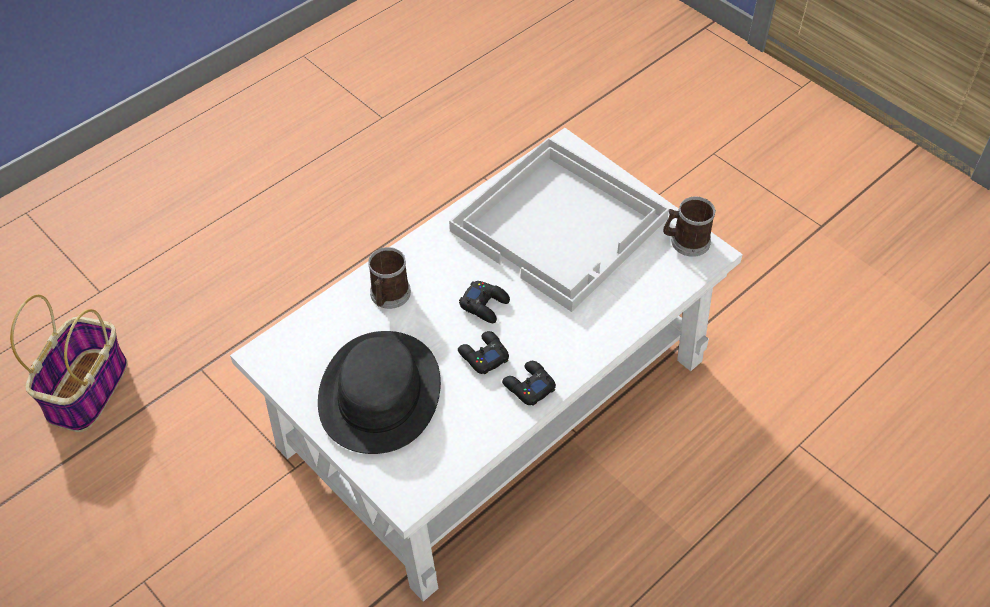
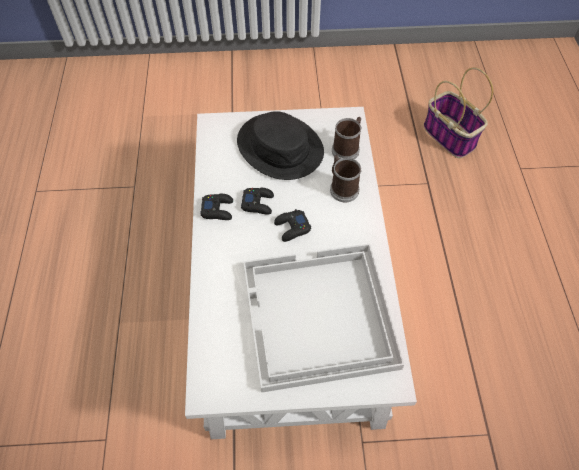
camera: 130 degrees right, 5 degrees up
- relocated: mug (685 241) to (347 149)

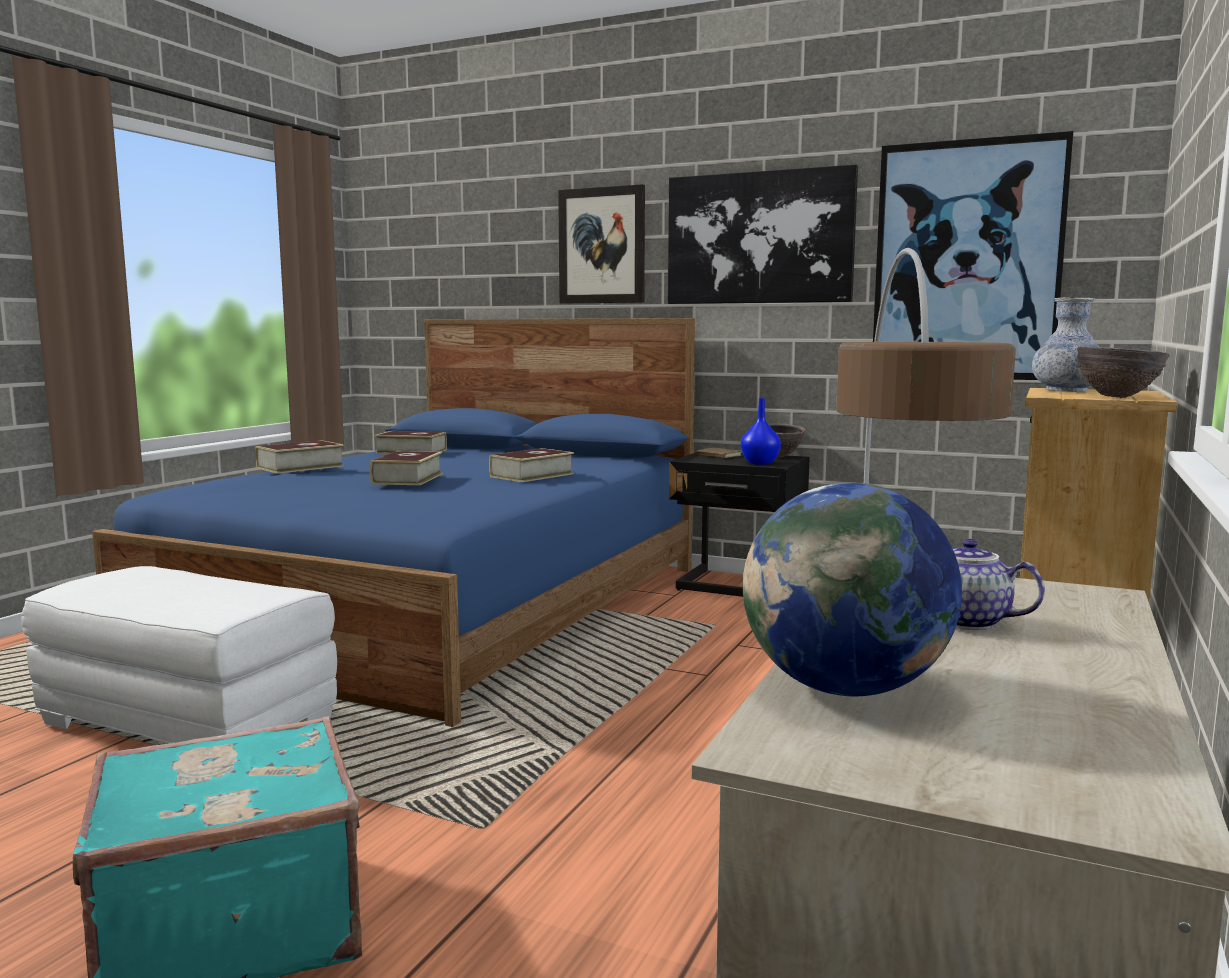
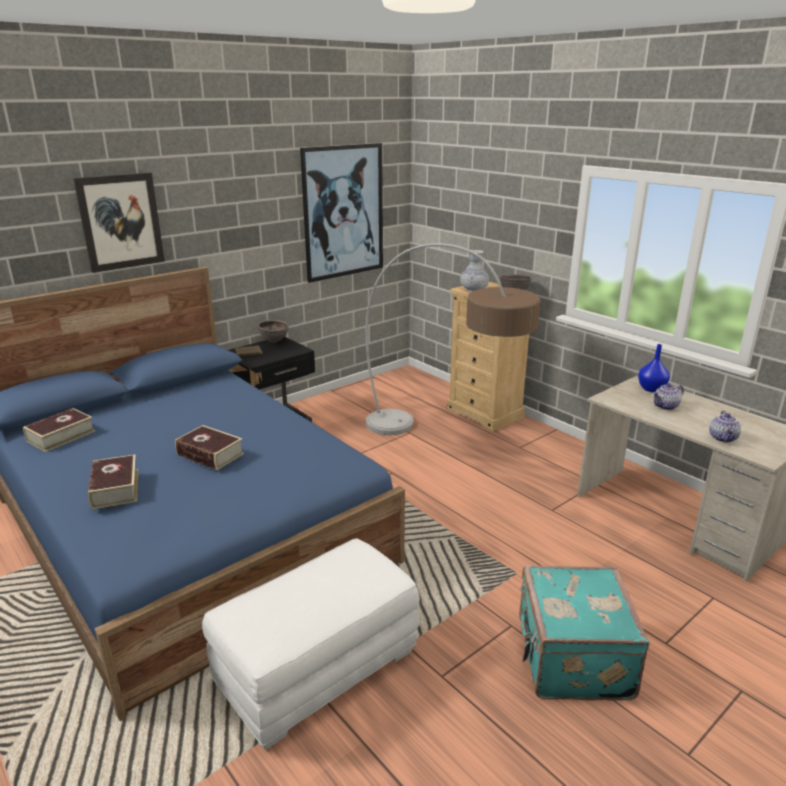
camera: 65 degrees left, 15 degrees up
- missing: book (532 475)
- missing: picture (759 238)
- relocated: vase (blue) (759 463) to (651 389)
- exchanged: globe (845 688) to teapot (723 438)

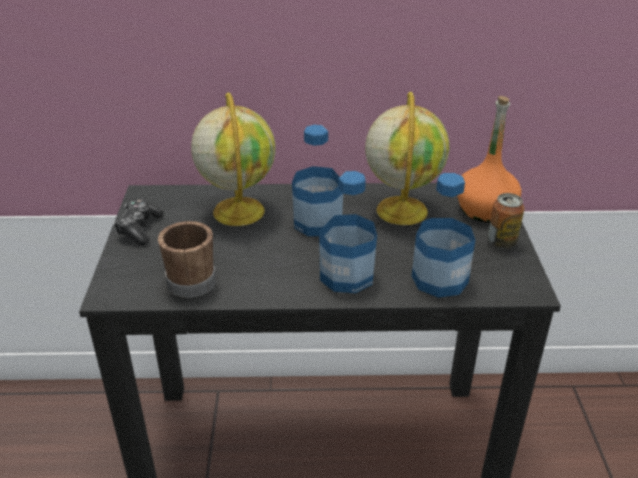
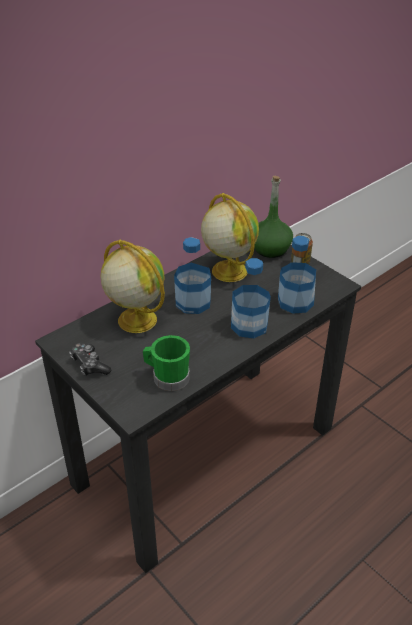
camera: 40 degrees left, 5 degrees up
- colour: mug (brown) (189 279) to mug (green) (167 377)
- colour: bottle (orange) (485 210) to bottle (green) (270 248)

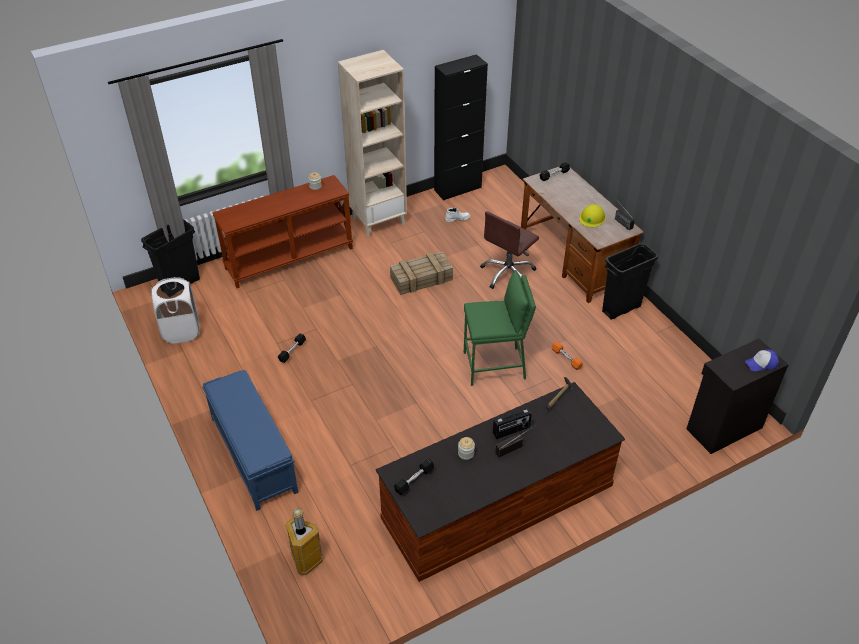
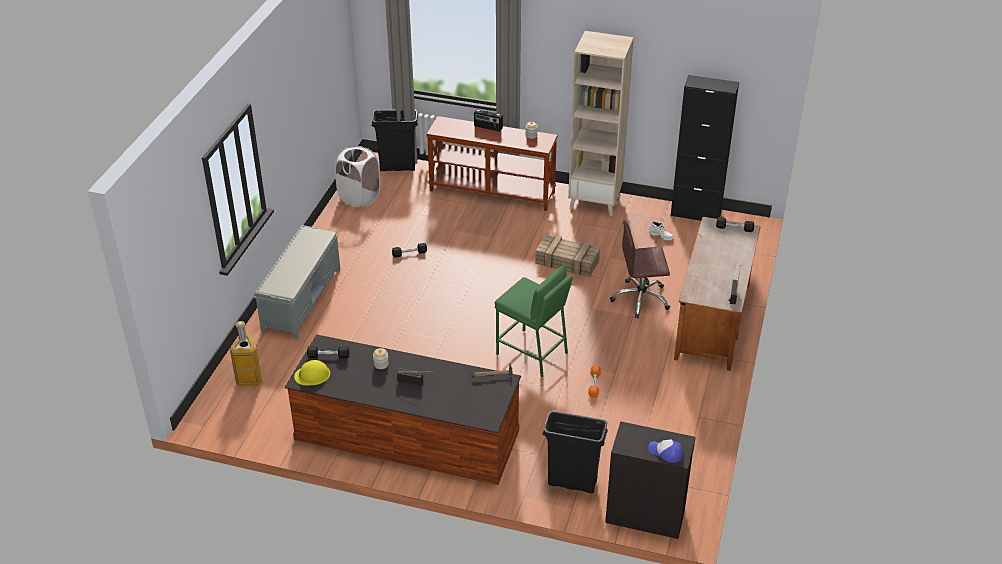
camera: 45 degrees right, 5 degrees down
- relocated: radio (511 431) to (488 127)
- relocated: hard hat (yellow) (592 218) to (312 375)
- relocated: trash can (black) (621 309) to (572 483)
- colour: bench (blue) (253 454) to bench (grey) (302 299)

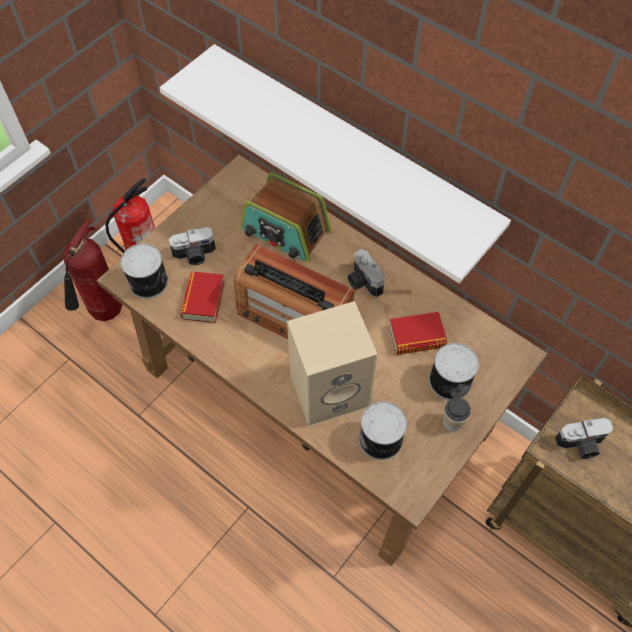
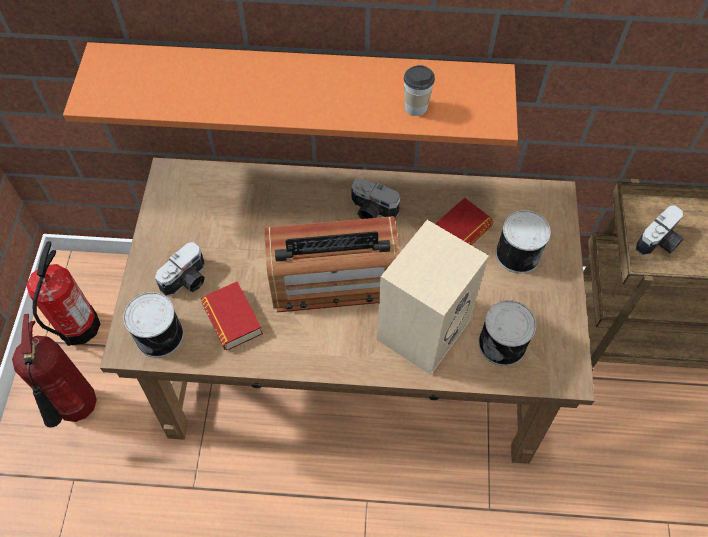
camera: 35 degrees left, 0 degrees up
- missing: radio (285 231)
- relocated: cup (452 422) to (416 107)
- colour: shelf (white) (350 148) to shelf (orange) (301 81)

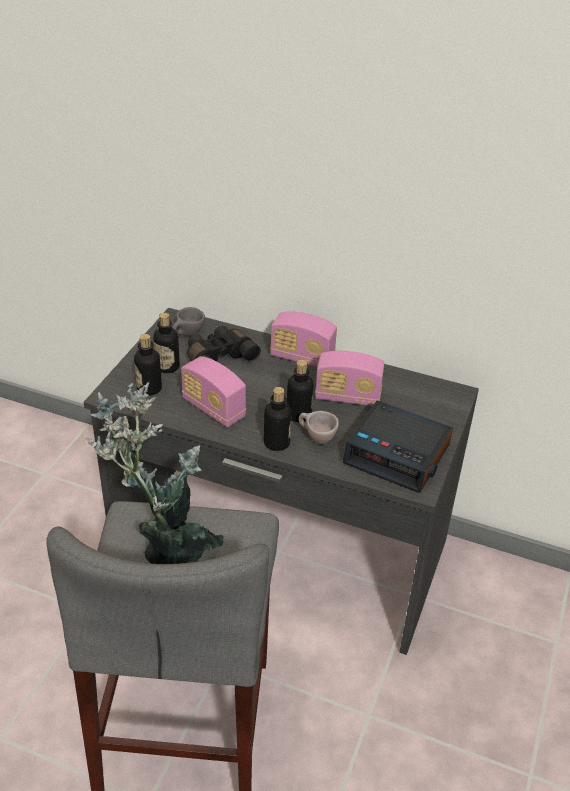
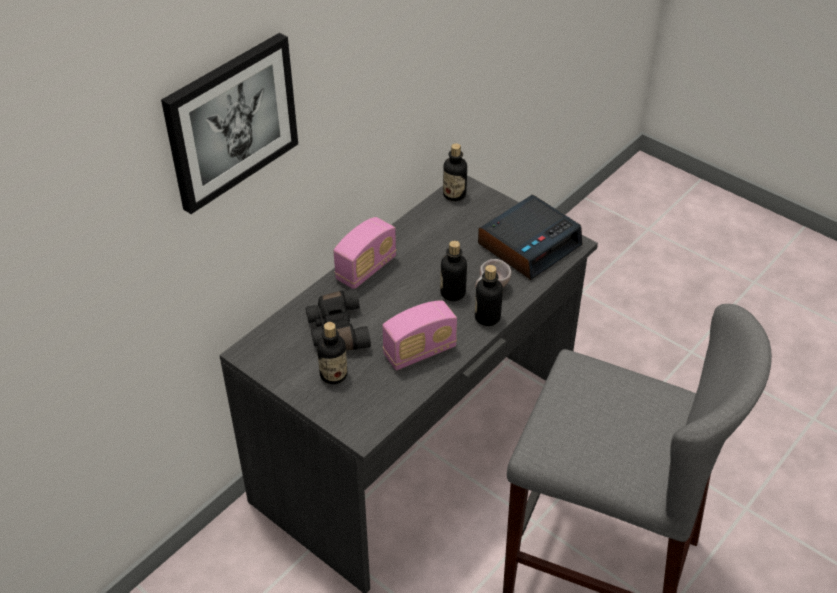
camera: 70 degrees left, 5 degrees up
- missing: potted plant (169 554)
- missing: cup (grey) (188 335)
- missing: radio (347 397)
- appeared: picture (230 121)
- relocated: bottle (149 388) to (454 194)

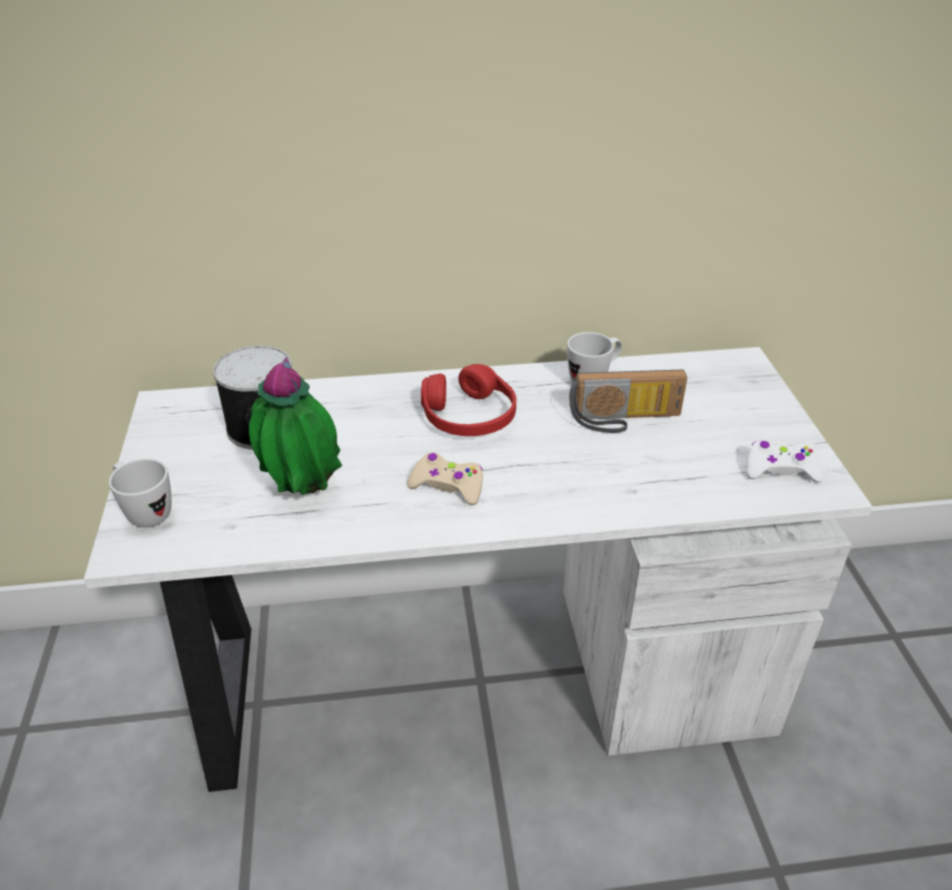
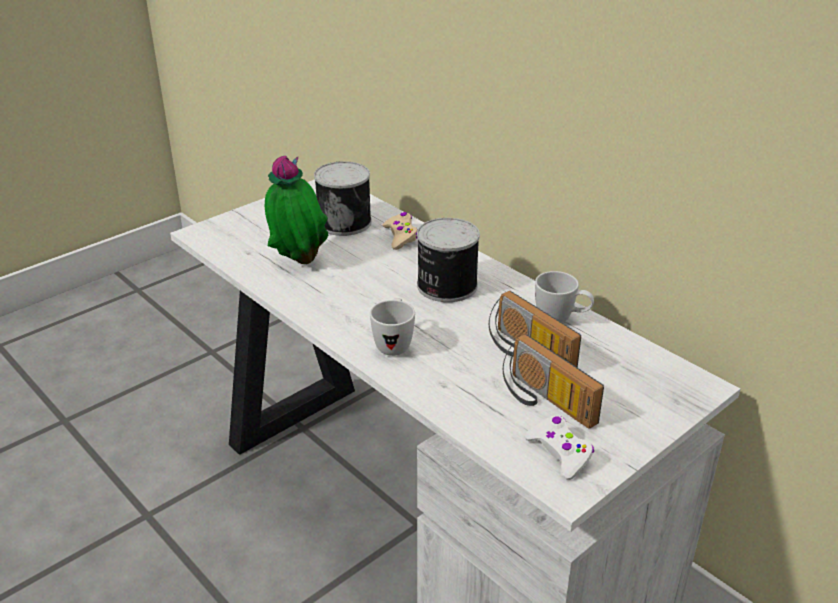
camera: 55 degrees right, 5 degrees down
- appeared: radio (543 401)
- relocated: mug (white) (145 512) to (394 344)
- relocated: game controller (beige) (447 485) to (401 236)
- exchanged: headphones (red) (469 416) to can (445 286)

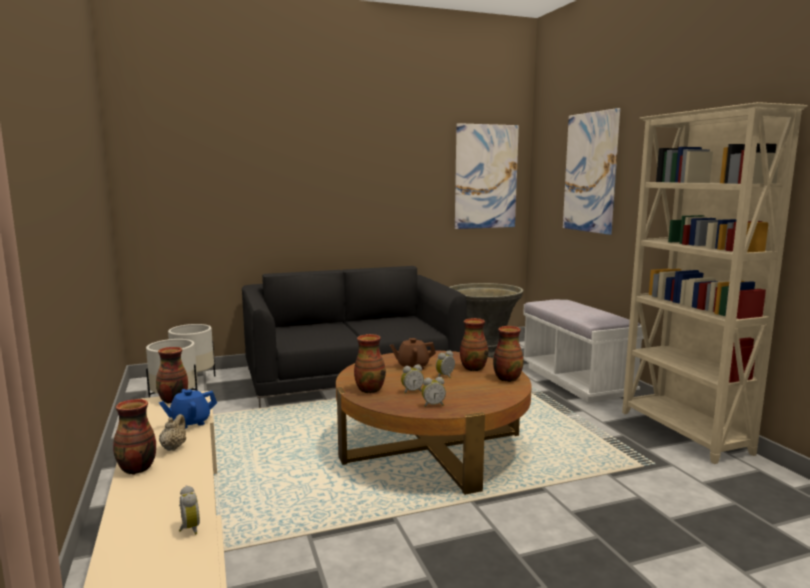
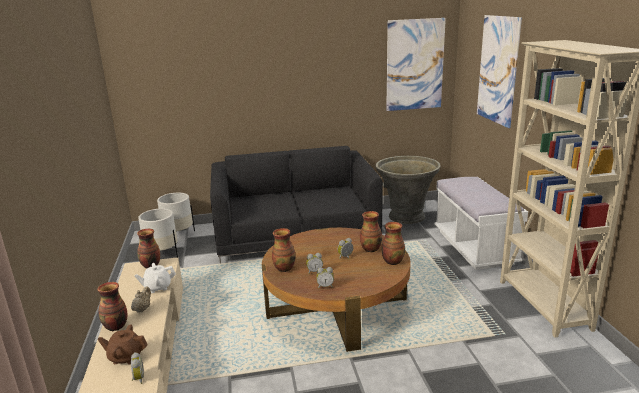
camera: 10 degrees right, 10 degrees up
- relocated: teapot (brown) (412 366) to (126 357)
- colour: teapot (blue) (190 422) to teapot (white) (157 287)

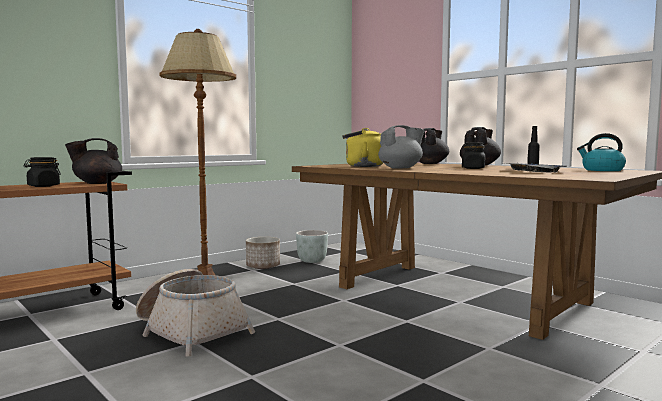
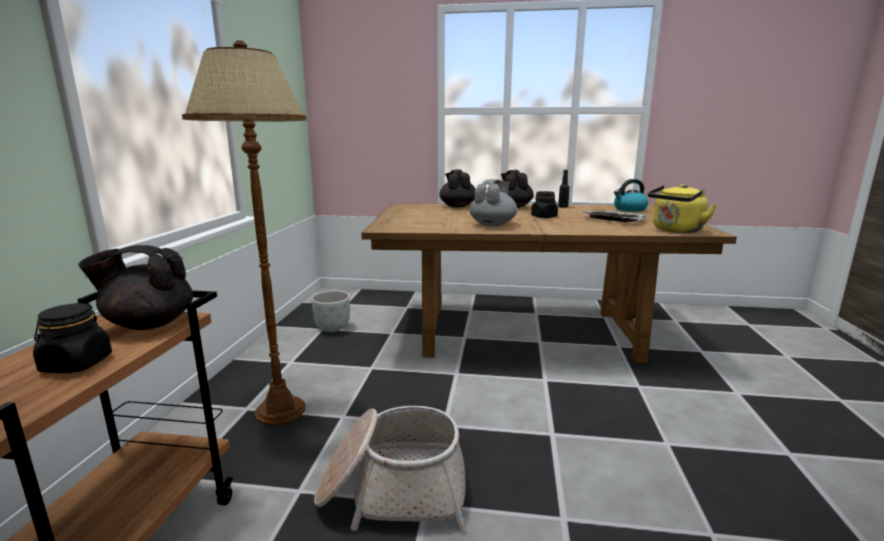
camera: 40 degrees left, 10 degrees up
- missing: planter (263 266)
- relocated: kettle (yellow) (362 166) to (675 230)
- spun: teapot (black) (96 183) = (149 324) 60 degrees clockwise

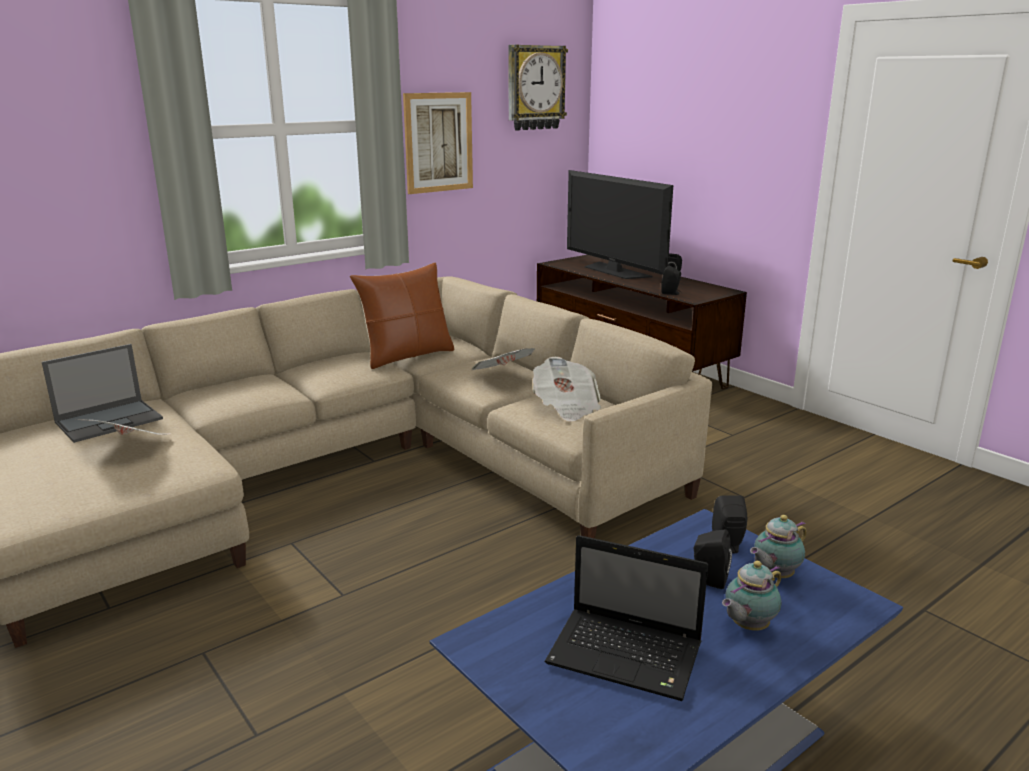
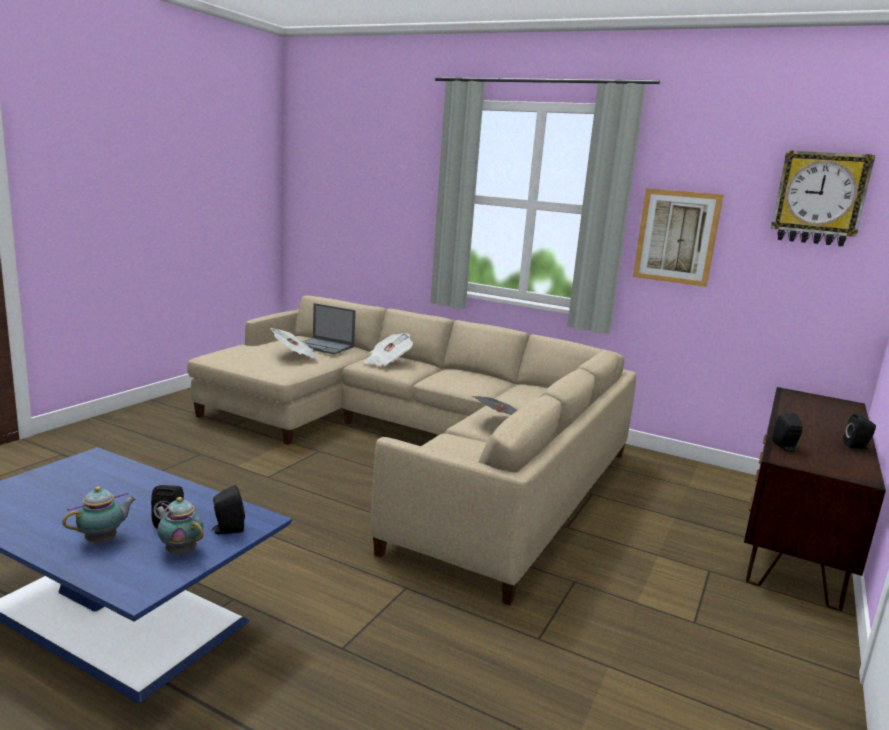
camera: 65 degrees right, 5 degrees down
- missing: pillow (brown) (407 356)
- missing: laptop (628 655)
- missing: television (614 271)
- relocated: newspaper (566 407) to (387 362)
- spun: teapot (747 627) = (104 540) 105 degrees clockwise

